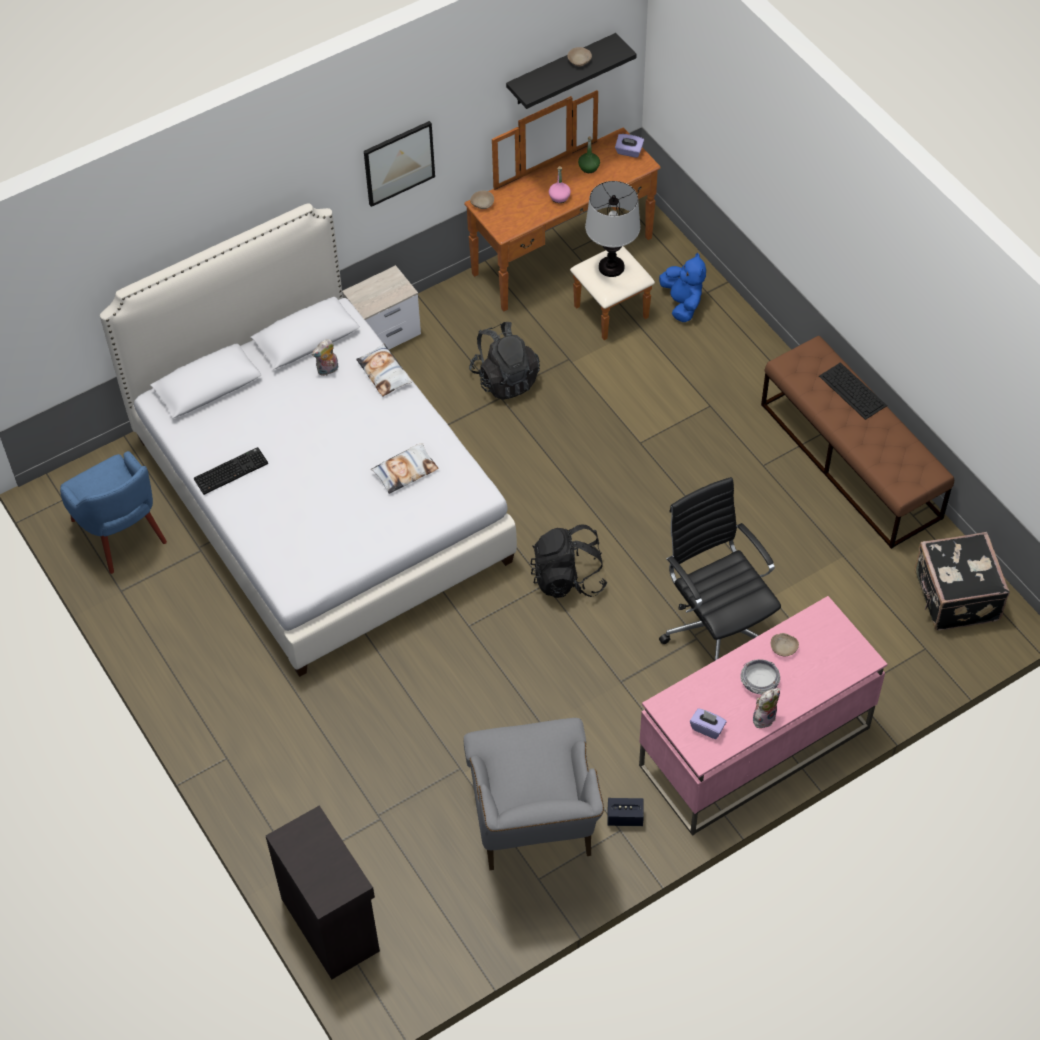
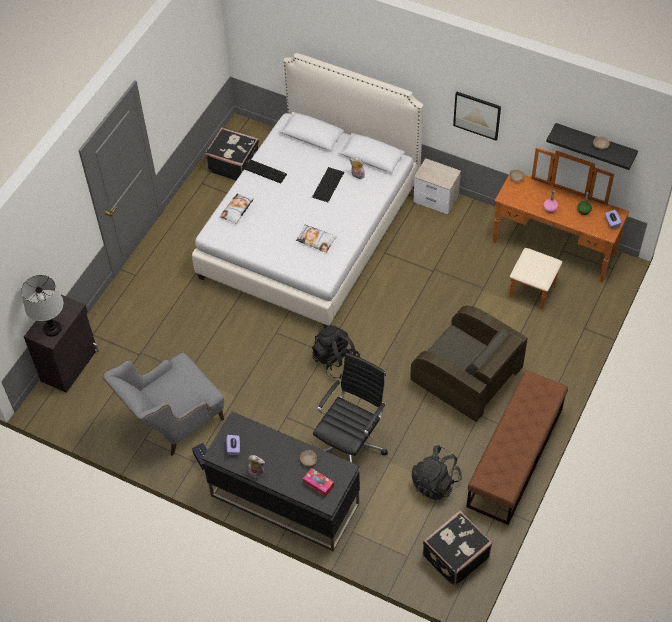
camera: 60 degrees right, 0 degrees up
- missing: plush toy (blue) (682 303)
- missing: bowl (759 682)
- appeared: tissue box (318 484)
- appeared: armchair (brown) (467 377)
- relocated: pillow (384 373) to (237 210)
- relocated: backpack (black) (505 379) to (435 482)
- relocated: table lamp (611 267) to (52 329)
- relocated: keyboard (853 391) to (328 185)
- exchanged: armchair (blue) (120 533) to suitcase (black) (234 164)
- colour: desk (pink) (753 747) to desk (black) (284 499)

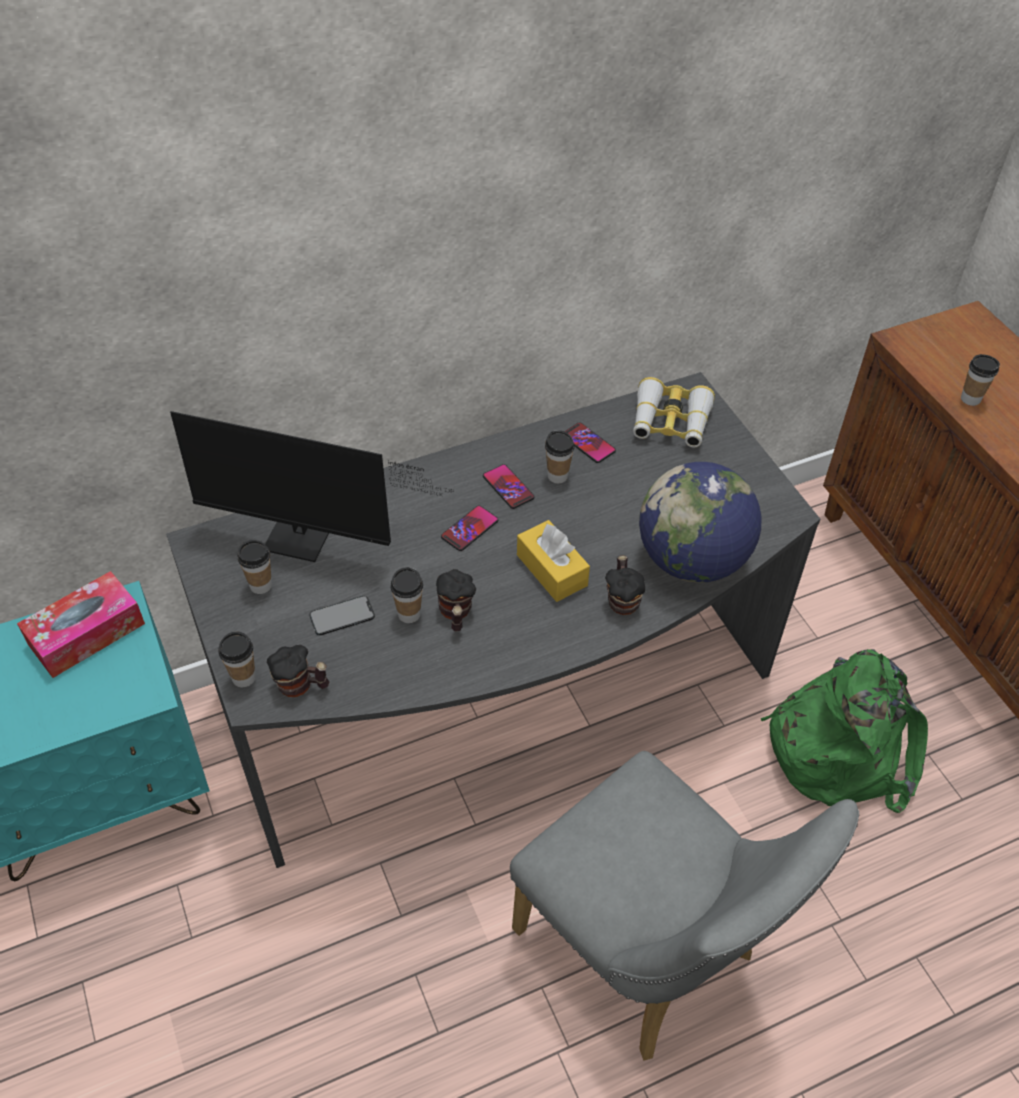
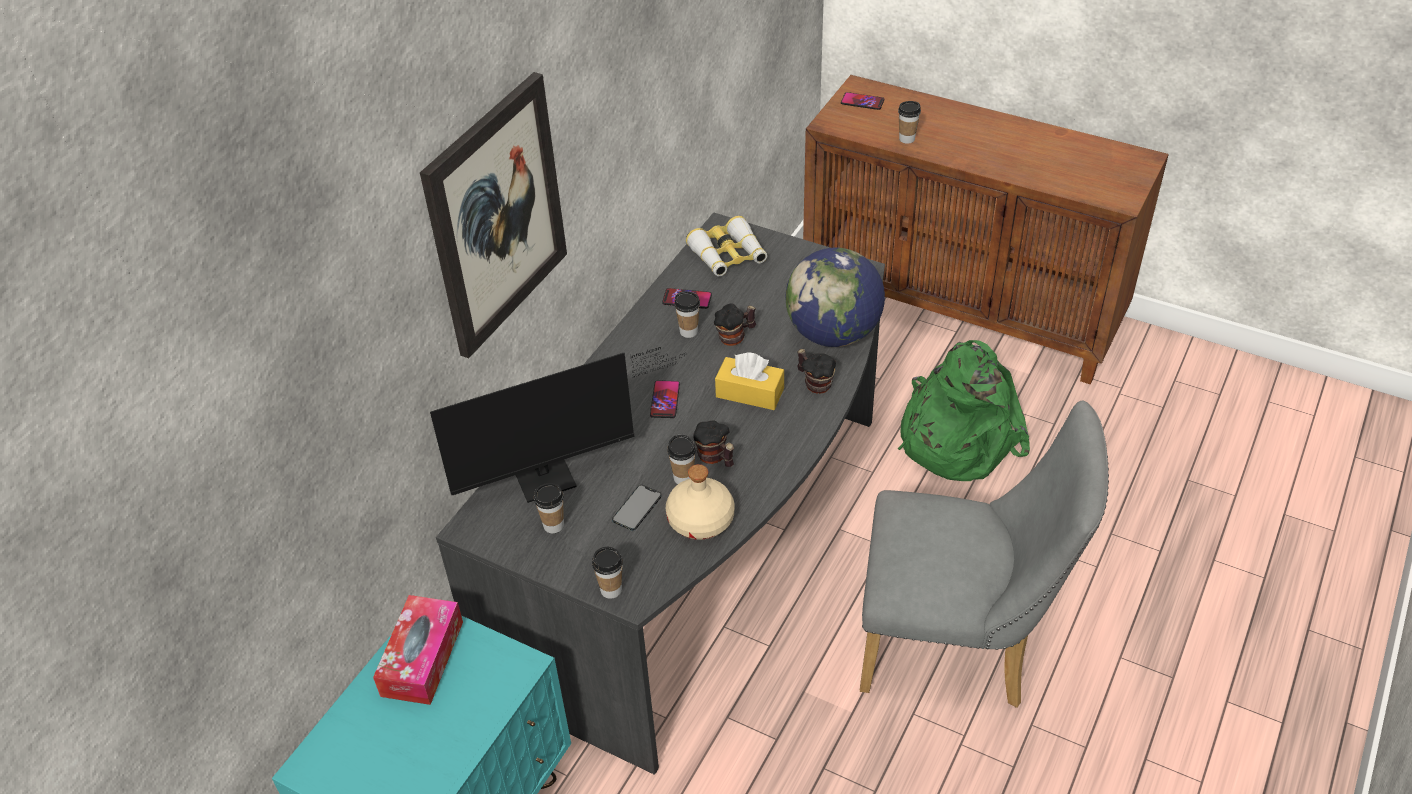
camera: 35 degrees left, 5 degrees down
- appeared: picture (496 216)
- appeared: bottle (beige) (700 520)
- relocated: mug (300 686) to (735 337)
- relocated: phone (508 487) to (862 102)

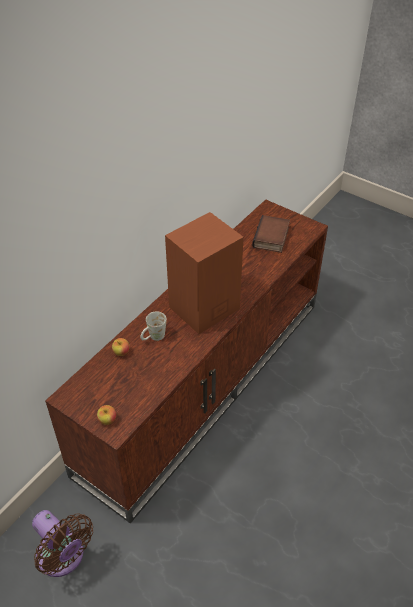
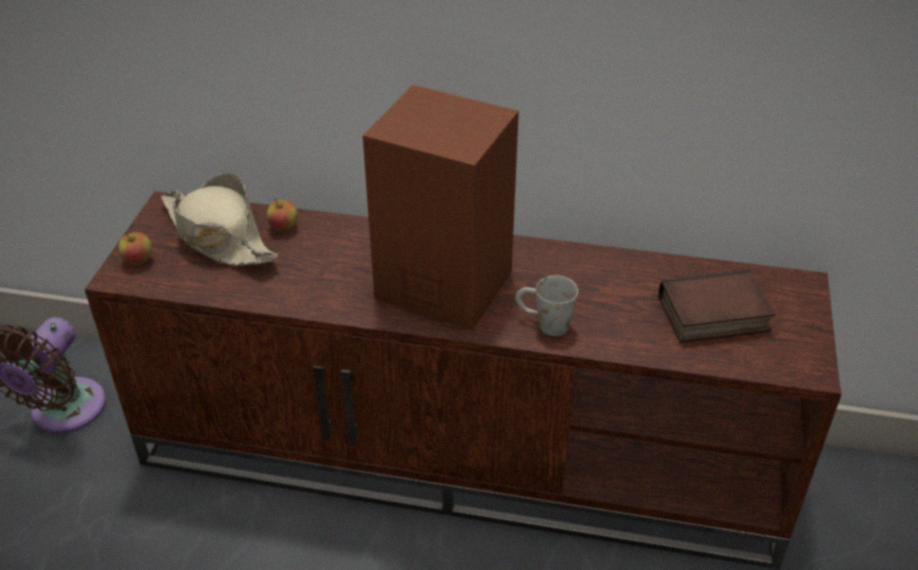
camera: 65 degrees right, 5 degrees down
- appeared: hat (beige) (218 236)
- relocated: mug (white) (153 338) to (543 323)

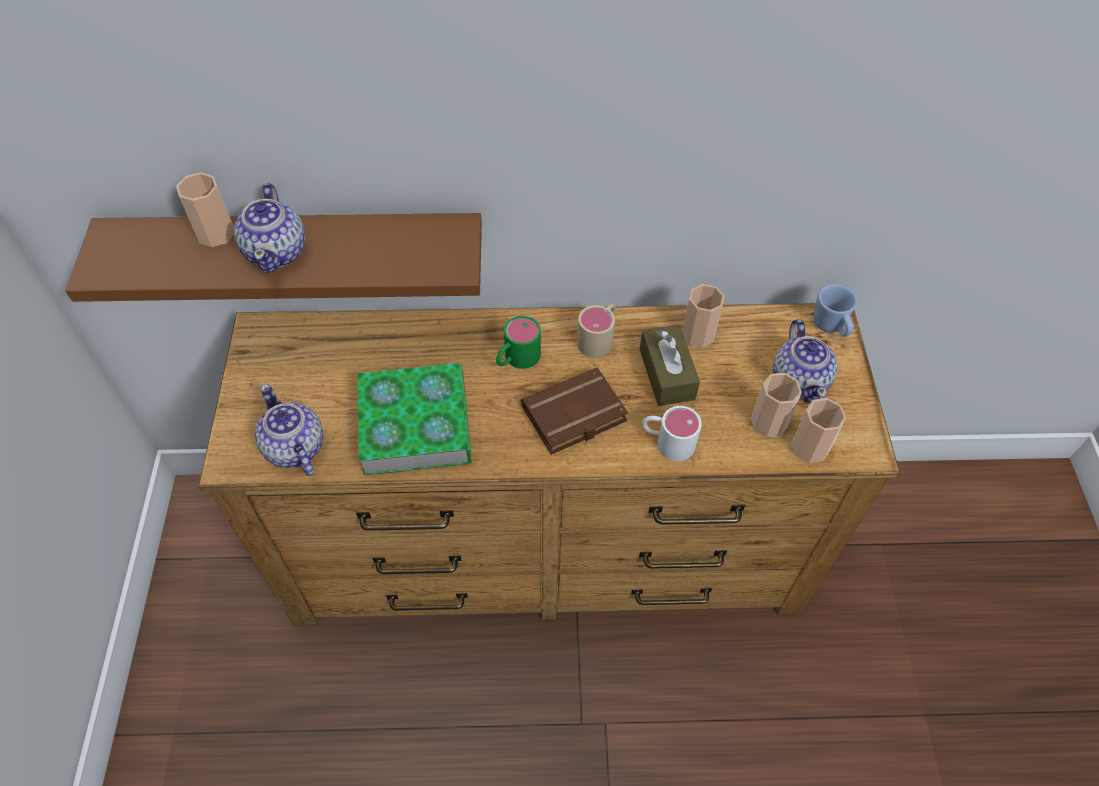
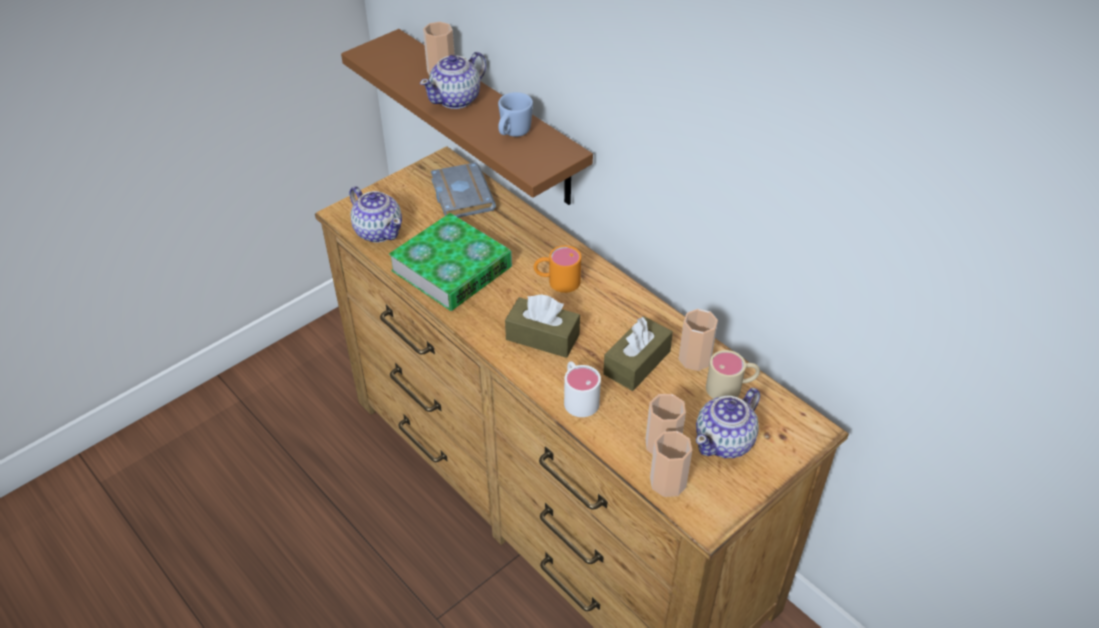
camera: 50 degrees right, 10 degrees down
- appeared: book (grey) (460 195)
- relocated: mug (beige) (599 337) to (731 387)
- relocated: mug (blue) (831 327) to (513 133)
- exchanged: book (brown) (573 417) to tissue box (brown) (542 337)
- colour: mug (green) (516 359) to mug (orange) (557 281)
- spun: teapot (294 448) = (378 231) 120 degrees clockwise

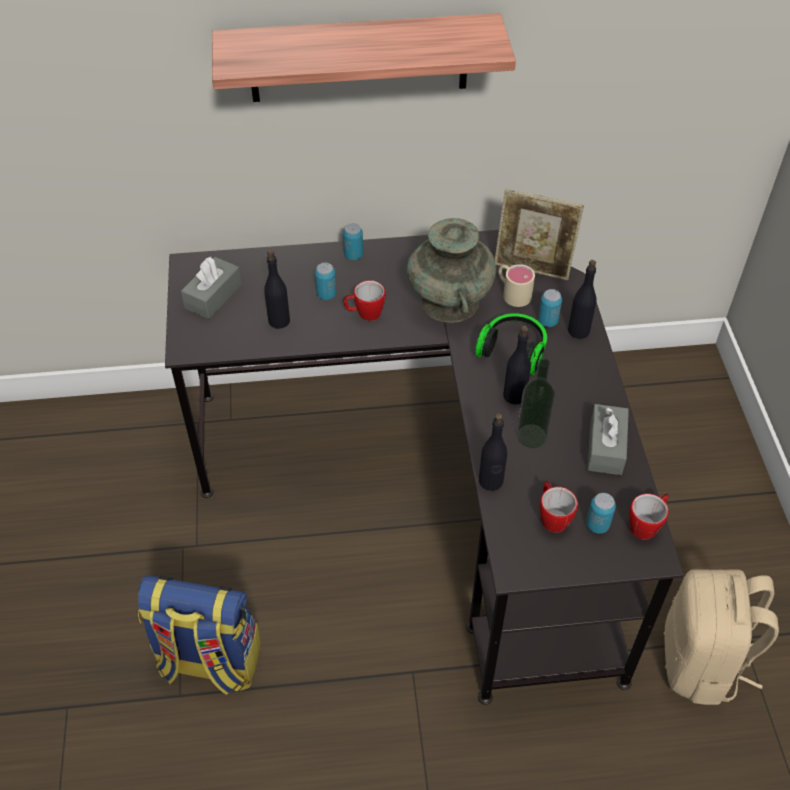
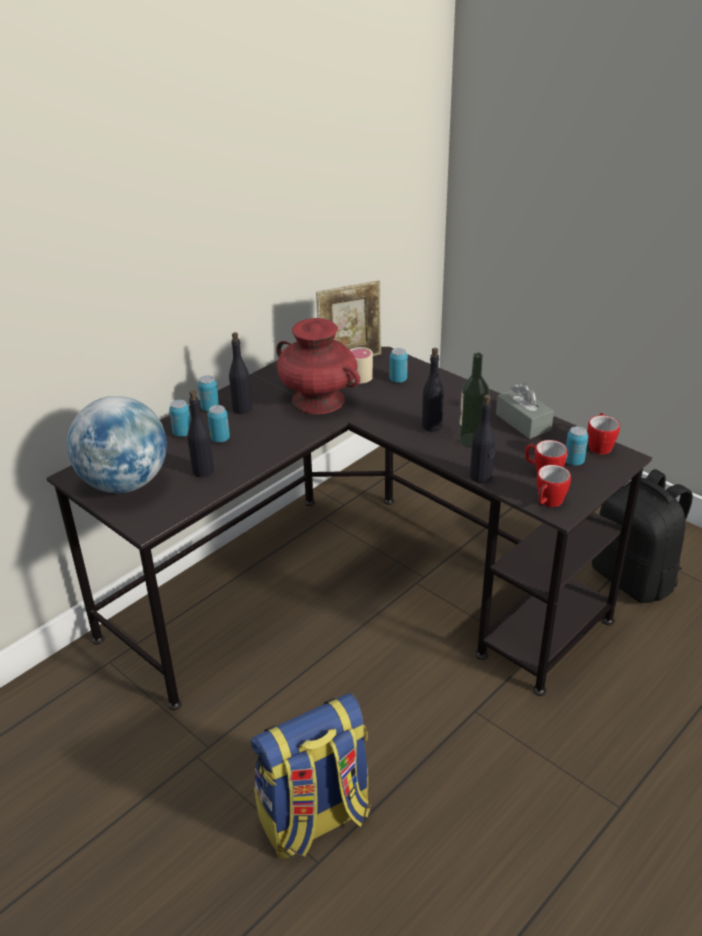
camera: 40 degrees left, 15 degrees down
- missing: shelf (359 58)
- missing: headphones (513 350)
- appeared: can (182 433)
- relocated: mug (364 313) to (548 503)
- relocated: bottle (black) (579 330) to (242 409)
- exchanged: tissue box (grey) (213 296) to globe (125 483)
- colour: vase (turquoise) (450 302) to vase (red) (318 400)
- colour: backpack (beige) (701 662) to backpack (black) (634 579)

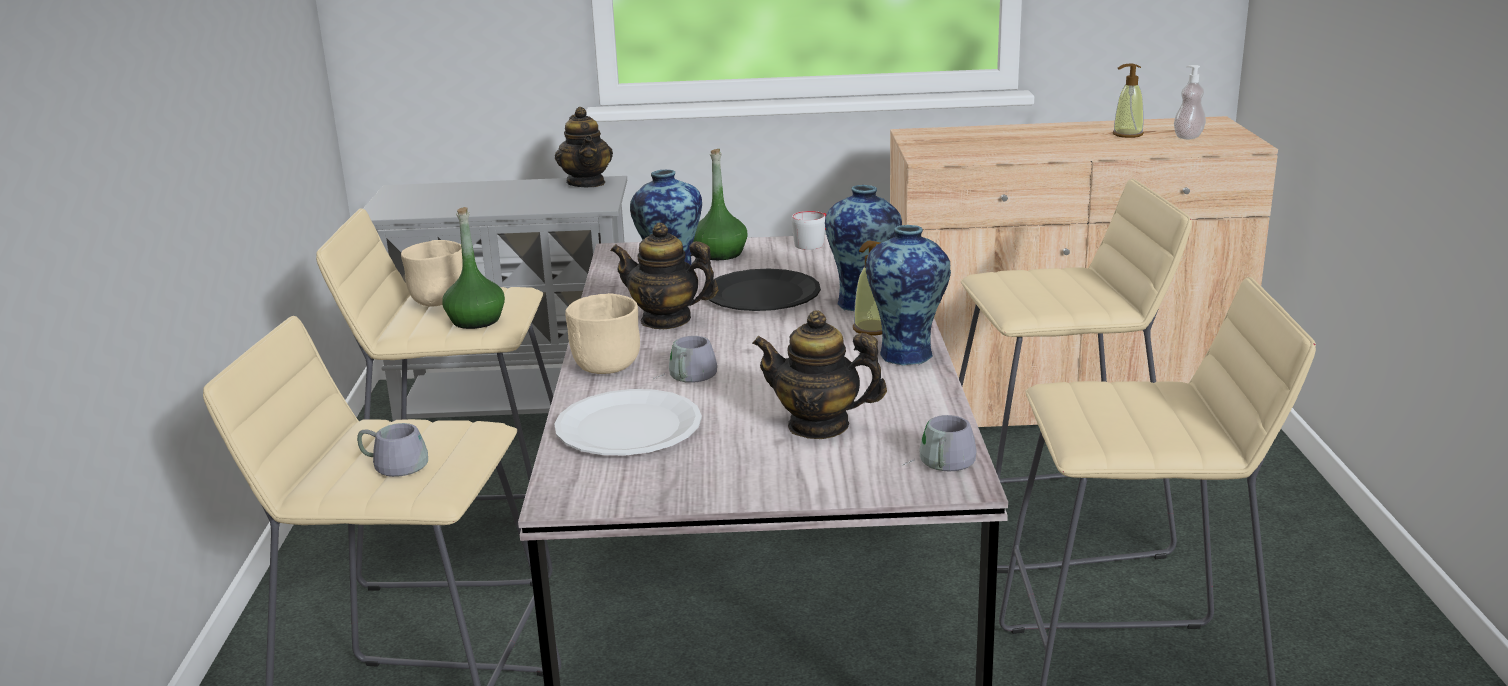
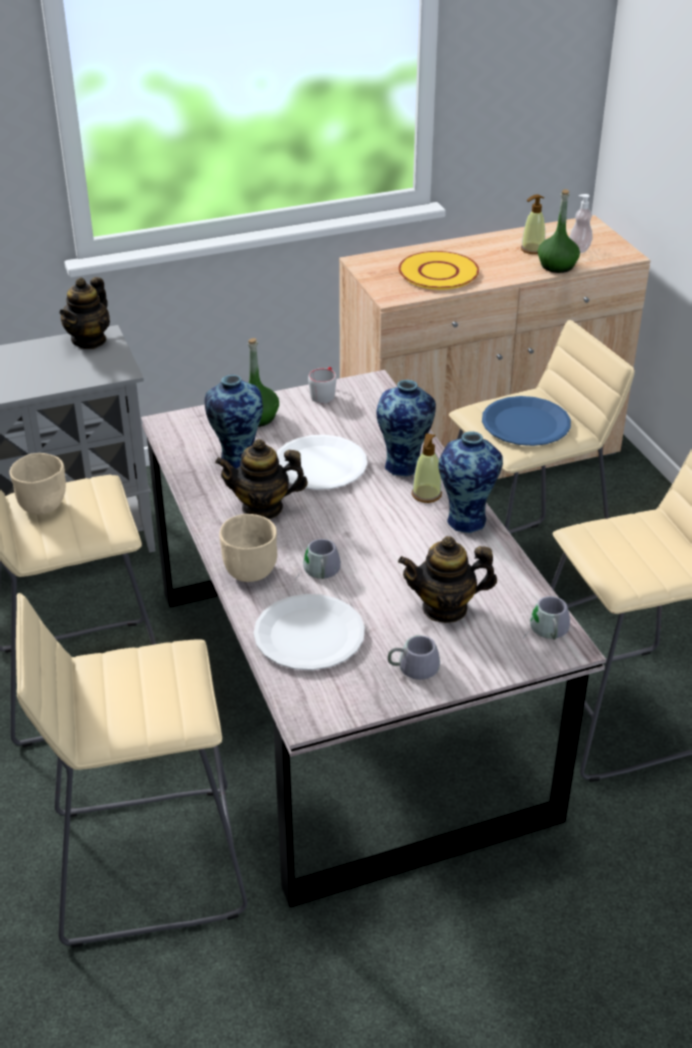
camera: 20 degrees left, 15 degrees up
- appeared: plate (yellow) (439 272)
- appeared: plate (blue) (525 424)
- relocated: mug (grey) (396 462) to (412 664)
- relocated: bottle (green) (476 321) to (557 266)
- colour: plate (black) (762 294) to plate (white) (320 465)
- spun: teapot (586 183) = (89 340) 60 degrees clockwise

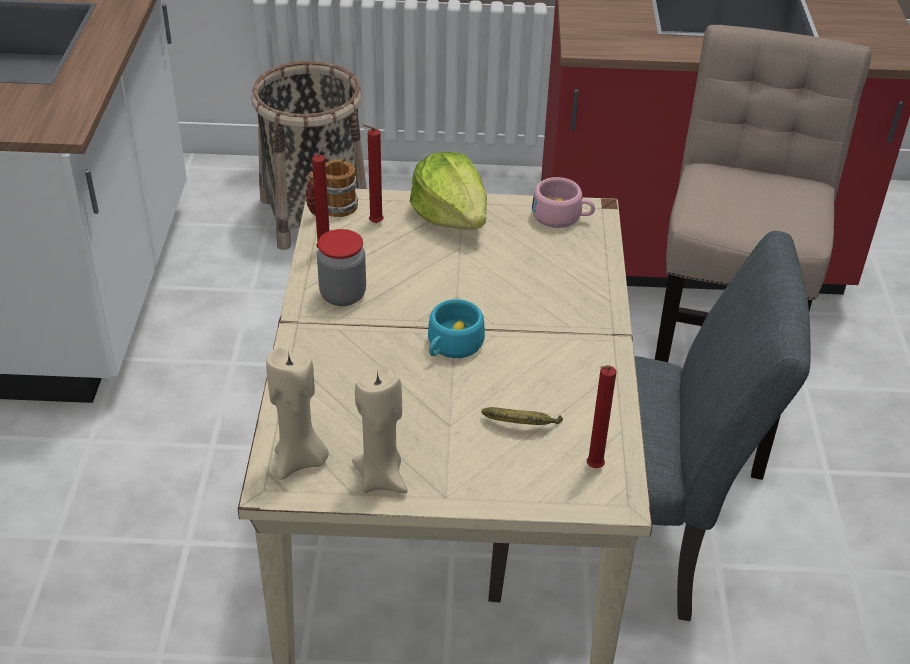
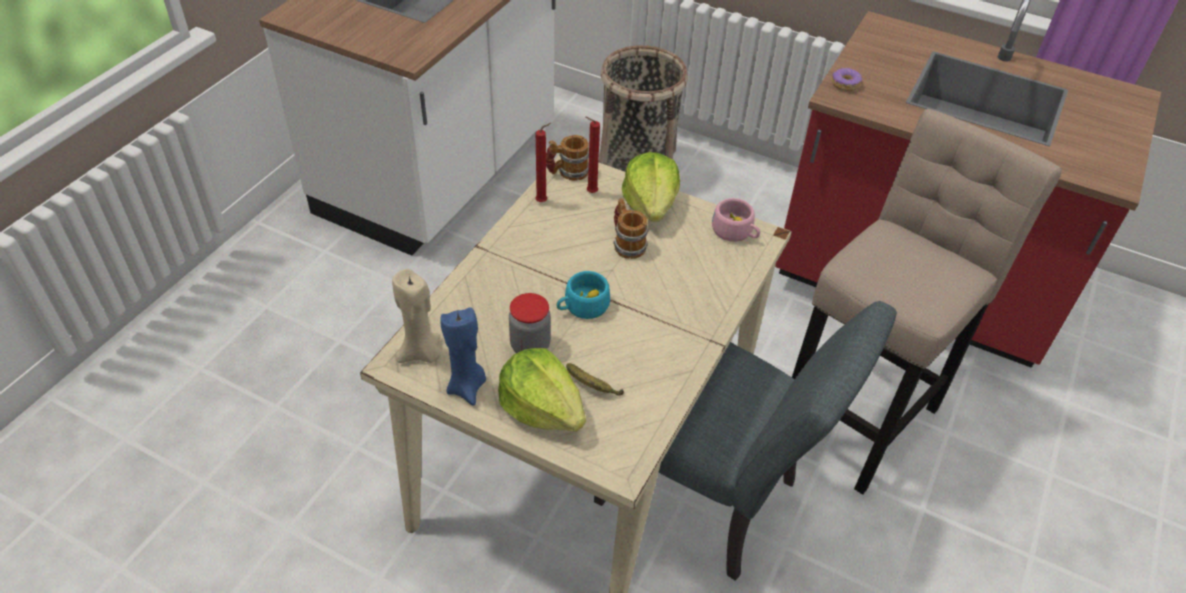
camera: 25 degrees right, 5 degrees up
- missing: candle (red) (592 468)
- appeared: lettuce (542 408)
- appeared: mug (626 243)
- appeared: donut (845 84)
- relocated: jar (343 295) to (530 346)
- colour: candle (beige) (382 477) to candle (blue) (467 387)

